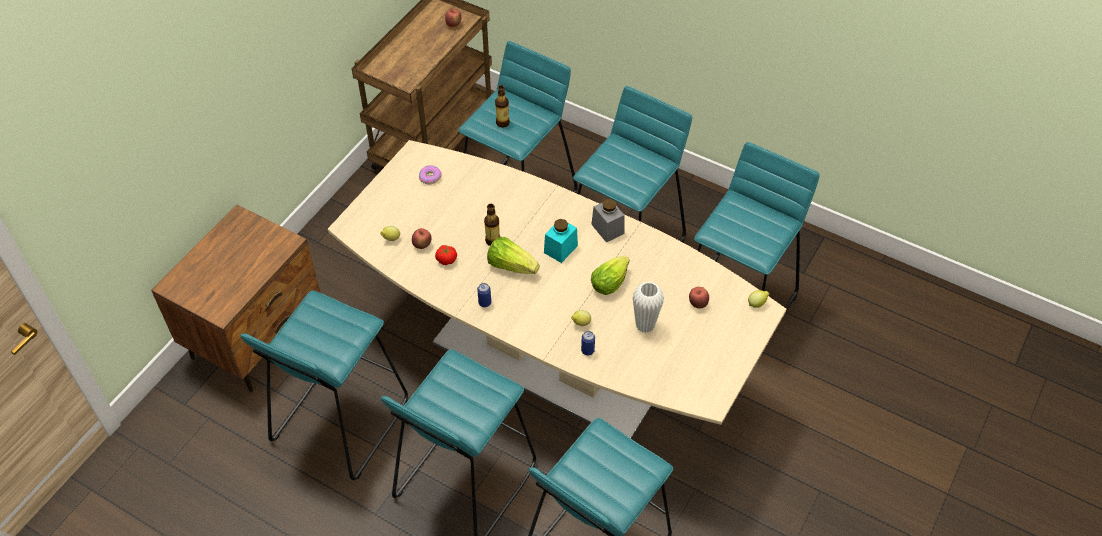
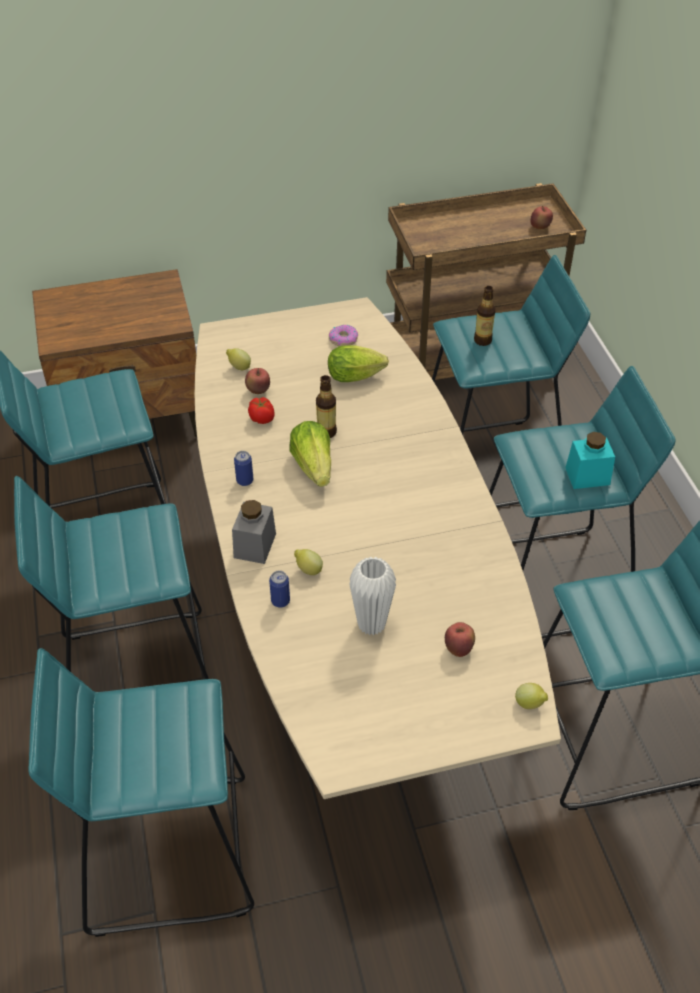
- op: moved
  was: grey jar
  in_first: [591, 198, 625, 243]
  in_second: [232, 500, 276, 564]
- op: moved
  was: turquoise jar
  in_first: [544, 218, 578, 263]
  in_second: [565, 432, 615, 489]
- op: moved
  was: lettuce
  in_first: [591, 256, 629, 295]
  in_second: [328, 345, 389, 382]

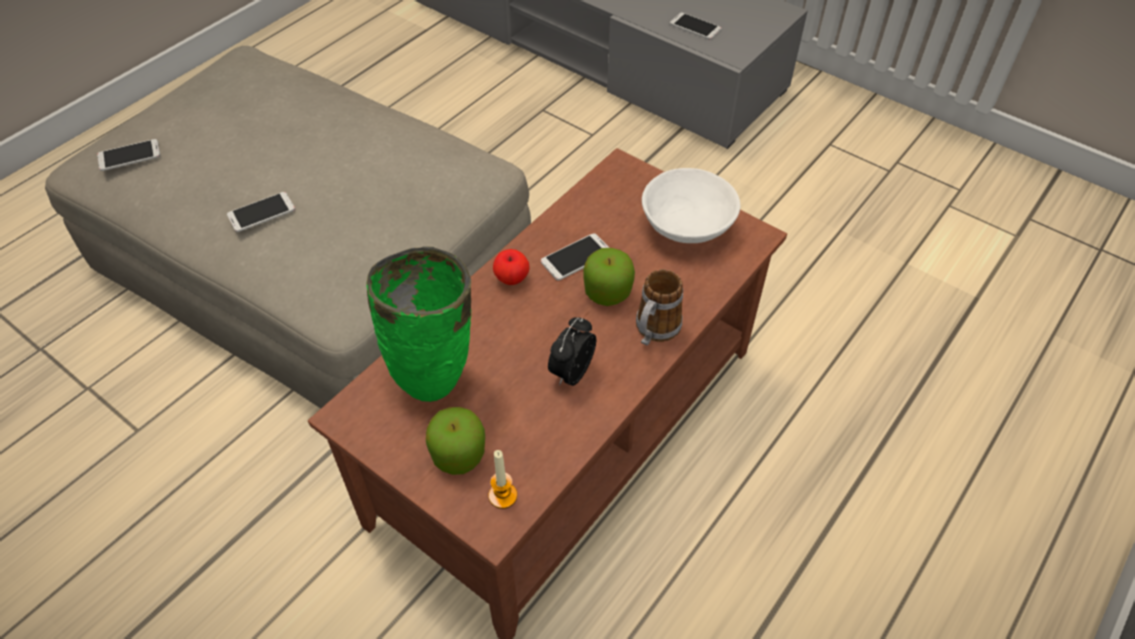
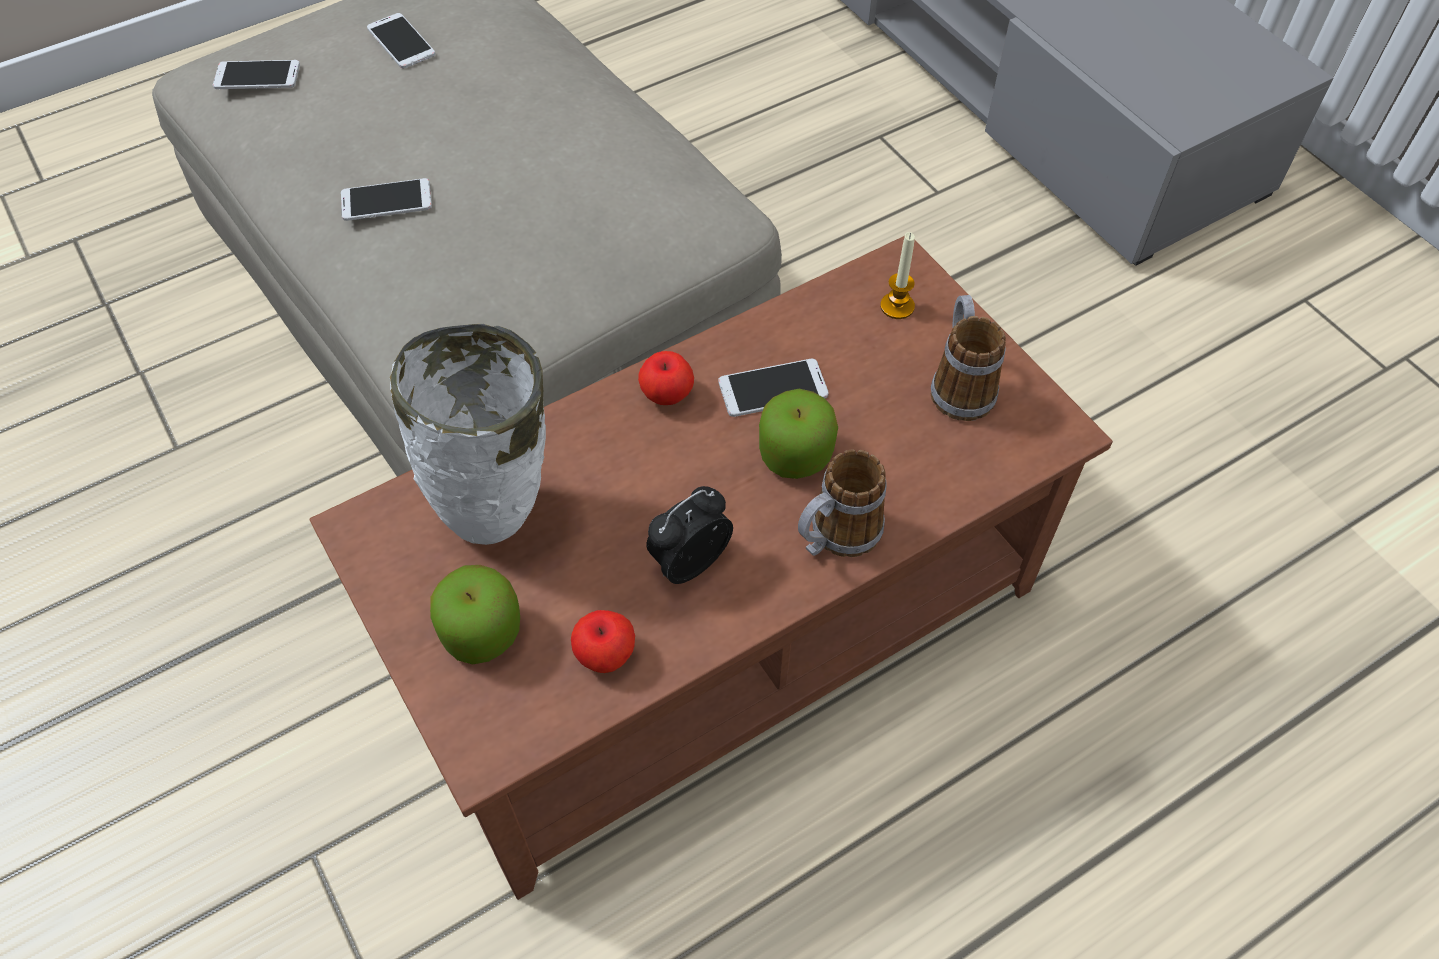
- op: moved
  was: phone
  in_first: [670, 13, 721, 40]
  in_second: [367, 13, 435, 68]
- op: replaced
  was: white bowl
  now: mug
  in_first: [642, 168, 740, 243]
  in_second: [931, 295, 1006, 421]
- op: recoloured
  was: green vase
  now: white vase
  in_first: [366, 246, 471, 402]
  in_second: [390, 324, 546, 545]
- op: moved
  was: candle
  in_first: [489, 450, 517, 509]
  in_second: [880, 232, 915, 319]
- op: added
  now: apple
  in_second: [571, 610, 635, 673]

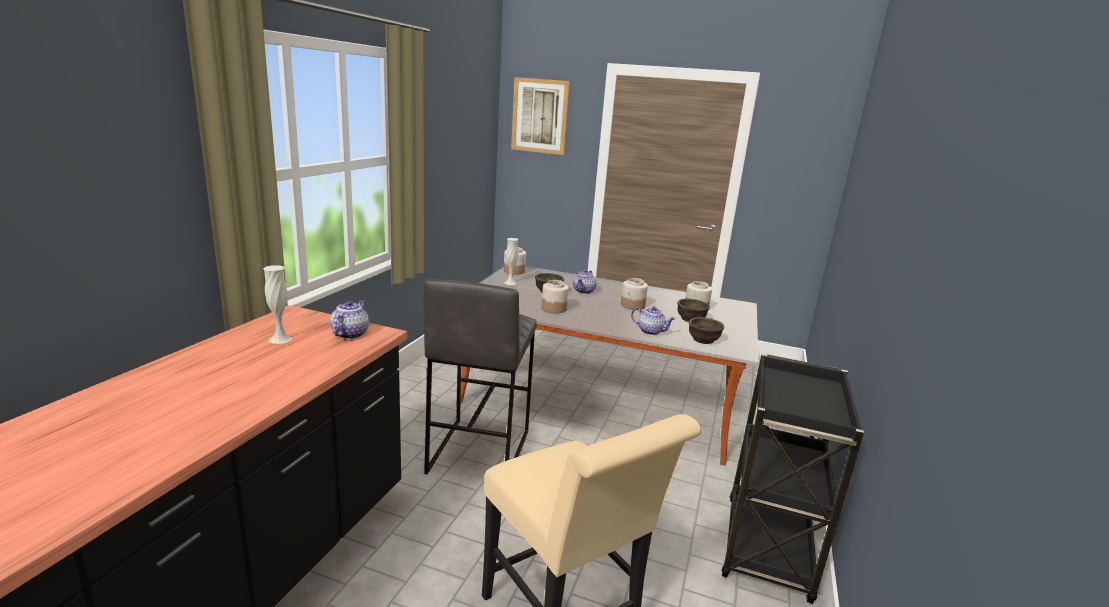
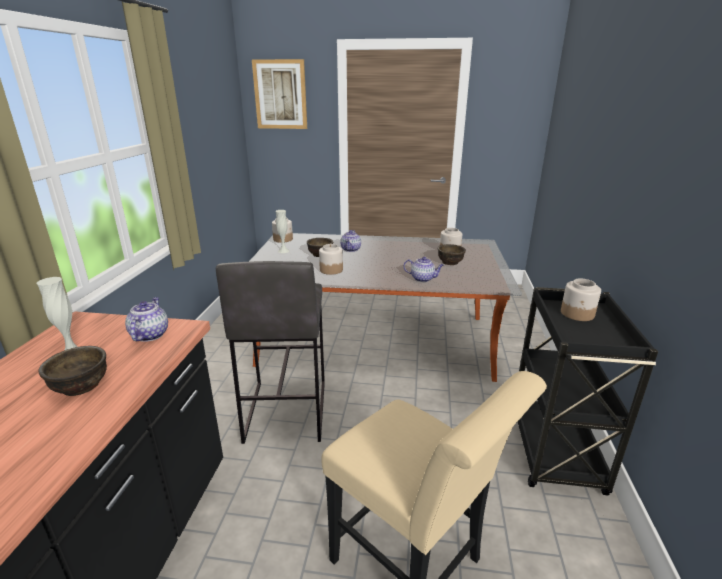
- op: moved
  was: jar
  in_first: [621, 278, 648, 310]
  in_second: [561, 279, 601, 321]
- op: moved
  was: brown bowl
  in_first: [689, 317, 724, 344]
  in_second: [38, 346, 107, 396]

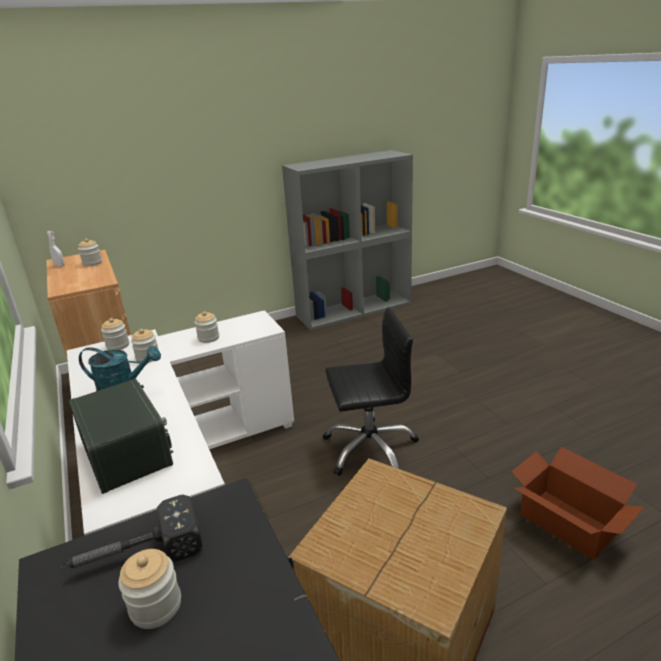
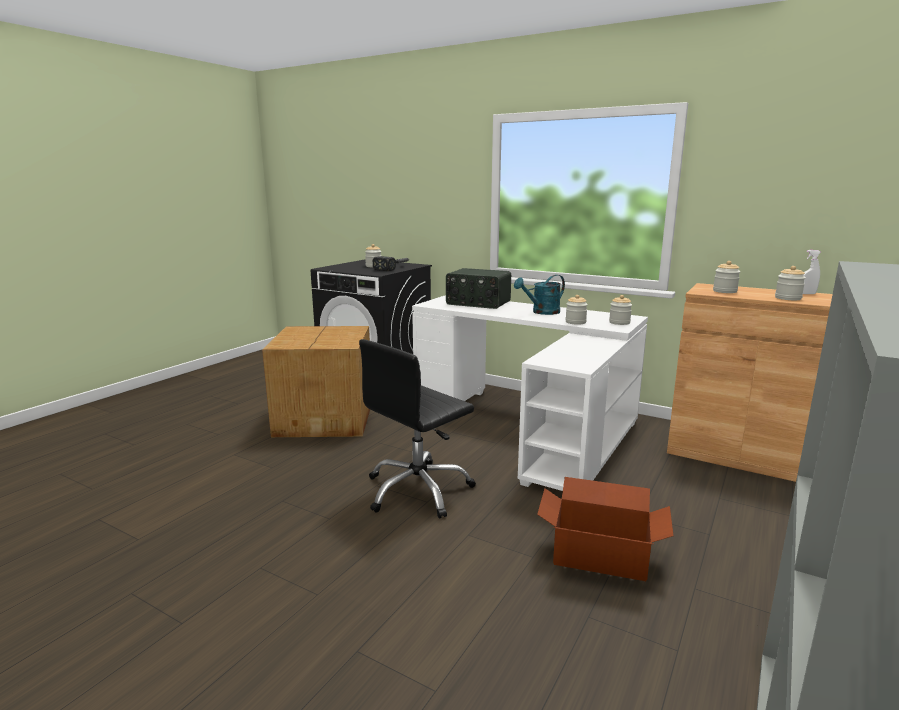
- op: moved
  was: jar
  in_first: [194, 311, 219, 343]
  in_second: [713, 261, 740, 293]
- op: moved
  was: cardboard box
  in_first: [511, 447, 645, 560]
  in_second: [537, 477, 674, 581]

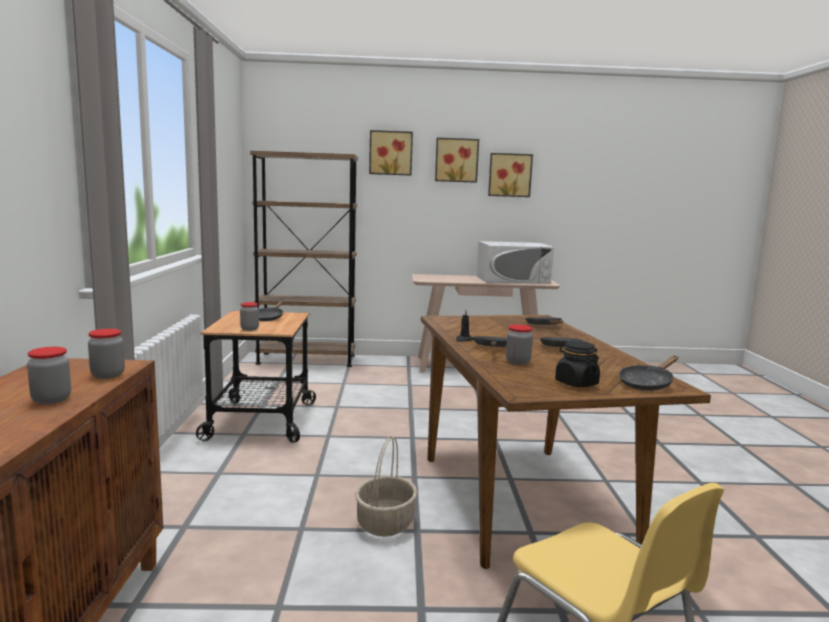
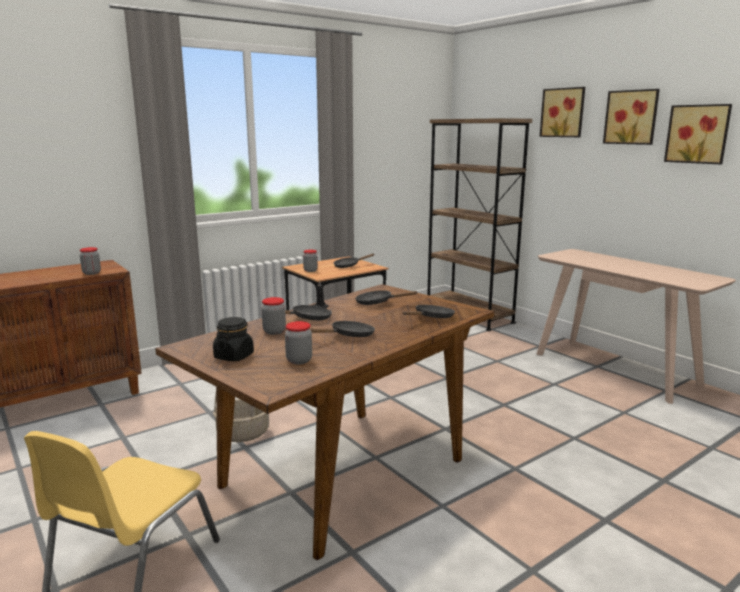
- op: removed
  was: white microwave
  in_first: [477, 241, 554, 284]
- op: moved
  was: jar
  in_first: [27, 347, 71, 404]
  in_second: [285, 321, 312, 365]
- op: moved
  was: black frying pan
  in_first: [619, 356, 678, 391]
  in_second: [355, 290, 417, 305]

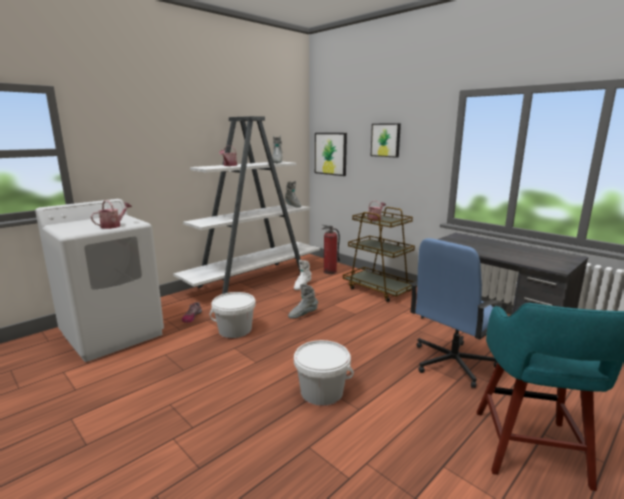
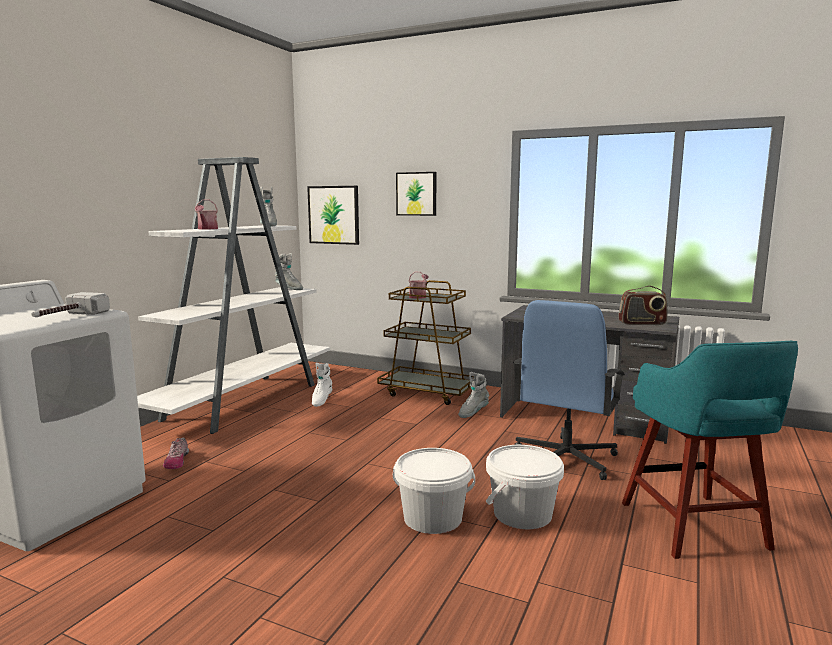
- op: replaced
  was: watering can
  now: hammer
  in_first: [91, 200, 132, 229]
  in_second: [31, 292, 110, 317]
- op: removed
  was: fire extinguisher
  in_first: [322, 225, 340, 274]
- op: moved
  was: grey boot
  in_first: [288, 284, 318, 319]
  in_second: [458, 372, 489, 418]
- op: moved
  was: white bucket
  in_first: [210, 292, 256, 338]
  in_second: [486, 445, 564, 529]
- op: added
  now: radio
  in_second: [618, 286, 667, 325]

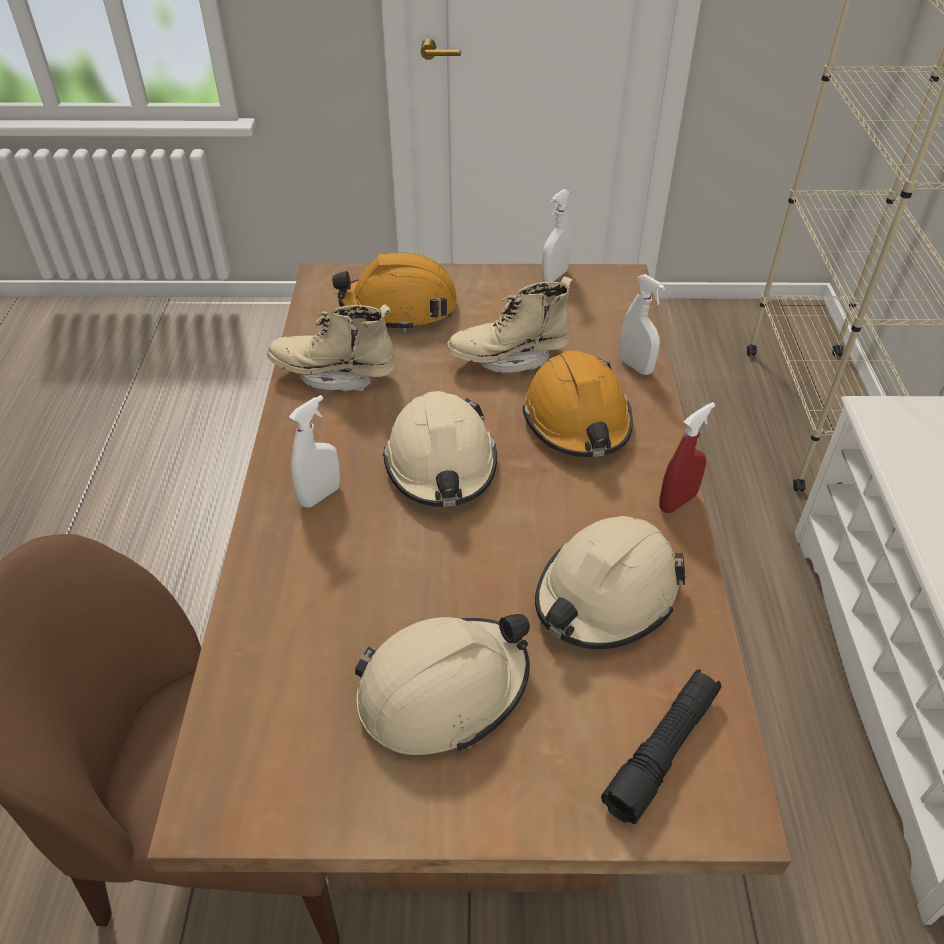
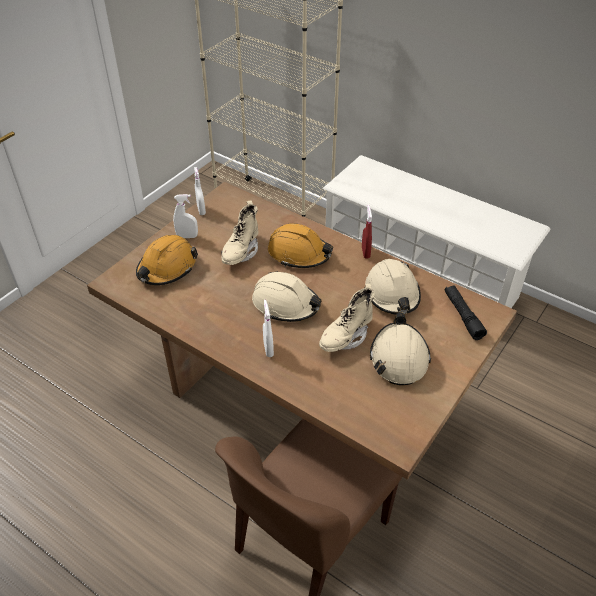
- op: moved
  was: white spray bottle
  in_first: [620, 274, 665, 375]
  in_second: [173, 194, 198, 238]
- op: moved
  was: beige boot
  in_first: [267, 304, 395, 391]
  in_second: [319, 284, 375, 352]

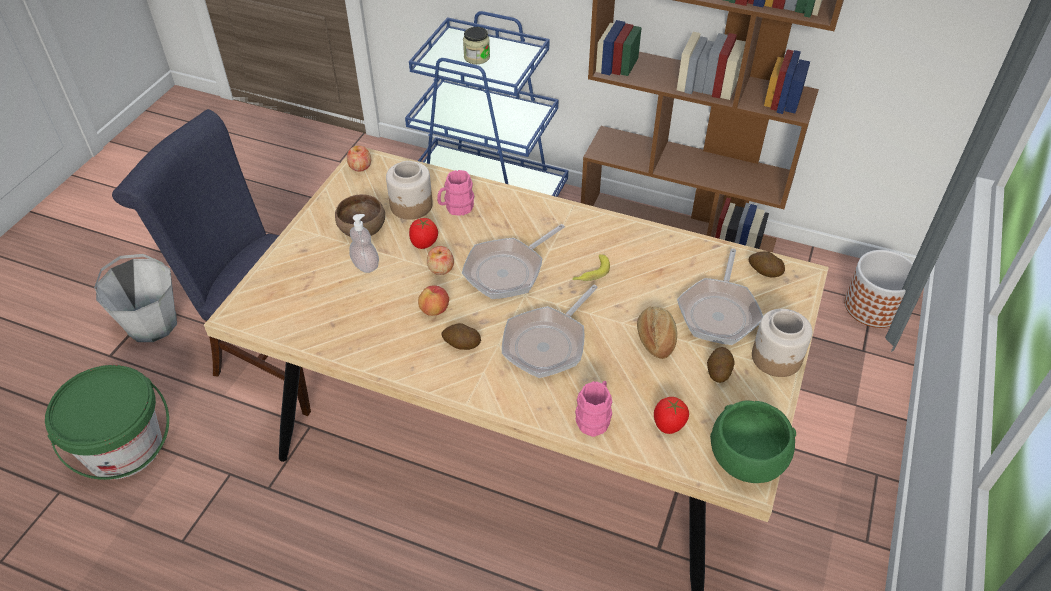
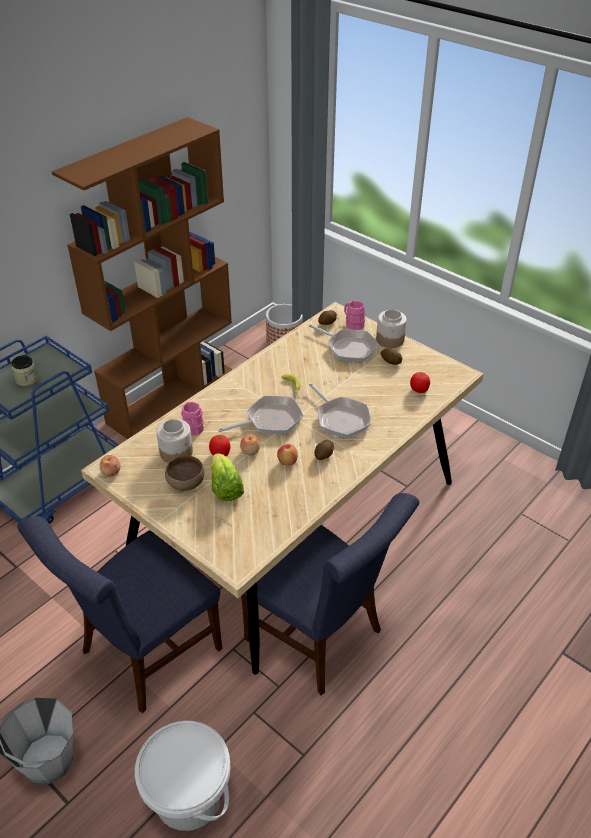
- op: replaced
  was: soap dispenser
  now: lettuce
  in_first: [349, 214, 379, 273]
  in_second: [211, 453, 244, 501]
- op: turned
  was: frying pan
  in_first: [462, 224, 565, 299]
  in_second: [218, 396, 304, 434]
  clockwise: -90
- op: removed
  was: bread
  in_first: [637, 306, 677, 359]
- op: recoloured
  was: green bucket
  now: white bucket
  in_first: [45, 365, 169, 480]
  in_second: [135, 721, 231, 831]
- op: moved
  was: pink mug
  in_first: [575, 381, 612, 437]
  in_second: [344, 301, 365, 330]
- op: removed
  was: green bowl
  in_first: [710, 400, 796, 483]
- op: added
  now: blue chair
  in_second: [241, 493, 419, 695]

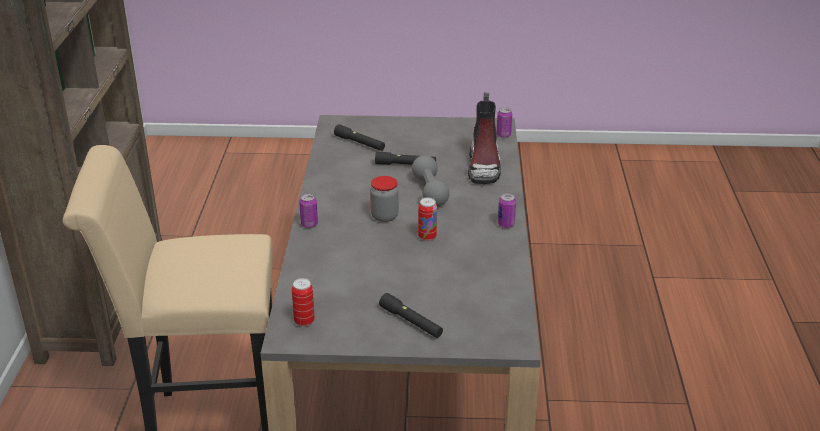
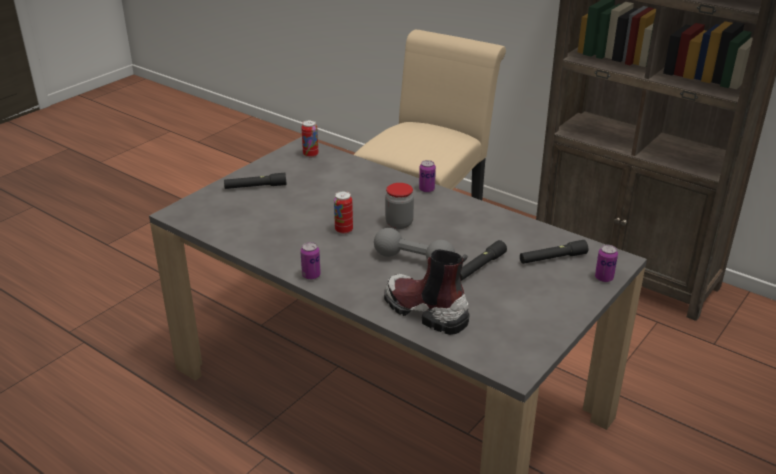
- op: moved
  was: can
  in_first: [496, 107, 512, 138]
  in_second: [595, 245, 618, 282]

